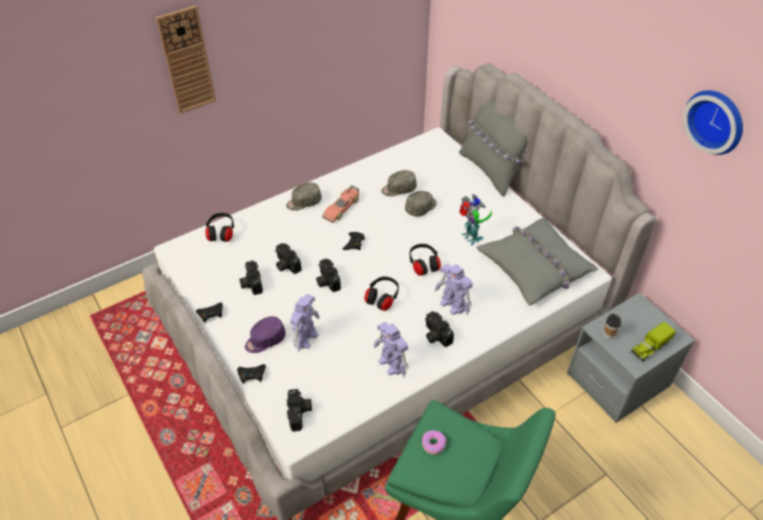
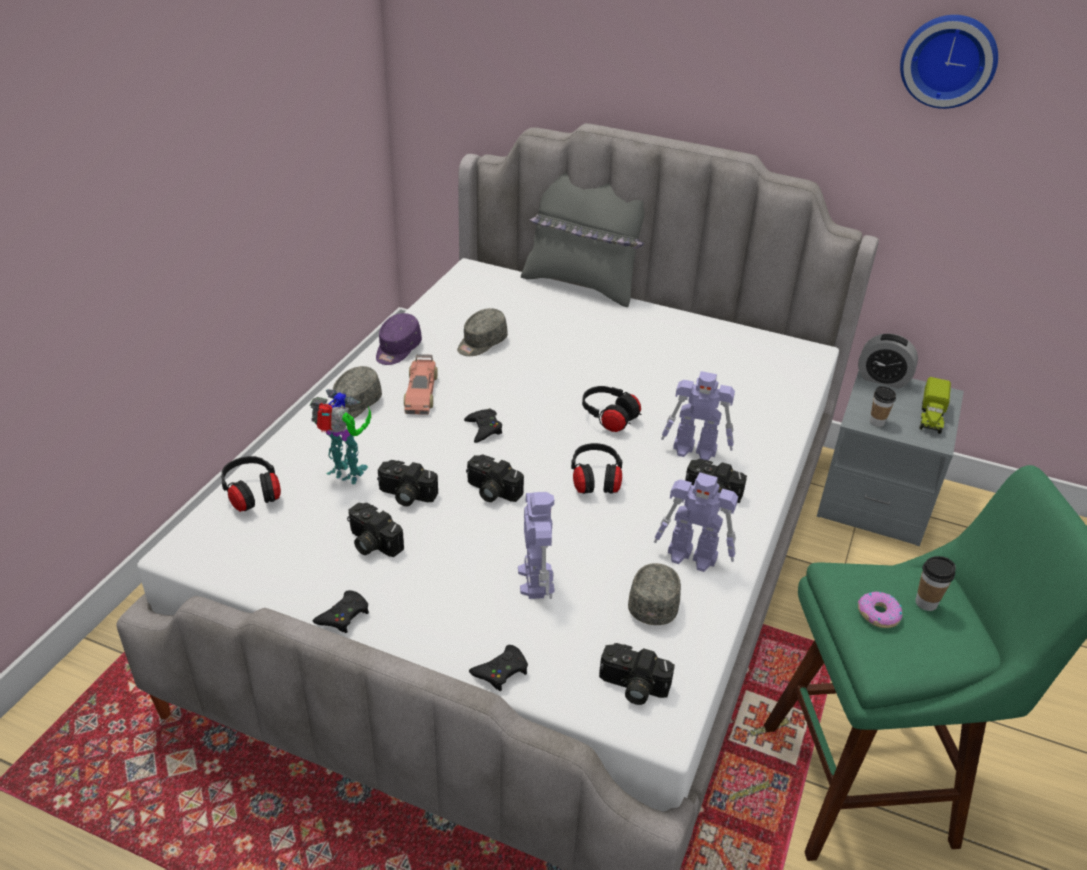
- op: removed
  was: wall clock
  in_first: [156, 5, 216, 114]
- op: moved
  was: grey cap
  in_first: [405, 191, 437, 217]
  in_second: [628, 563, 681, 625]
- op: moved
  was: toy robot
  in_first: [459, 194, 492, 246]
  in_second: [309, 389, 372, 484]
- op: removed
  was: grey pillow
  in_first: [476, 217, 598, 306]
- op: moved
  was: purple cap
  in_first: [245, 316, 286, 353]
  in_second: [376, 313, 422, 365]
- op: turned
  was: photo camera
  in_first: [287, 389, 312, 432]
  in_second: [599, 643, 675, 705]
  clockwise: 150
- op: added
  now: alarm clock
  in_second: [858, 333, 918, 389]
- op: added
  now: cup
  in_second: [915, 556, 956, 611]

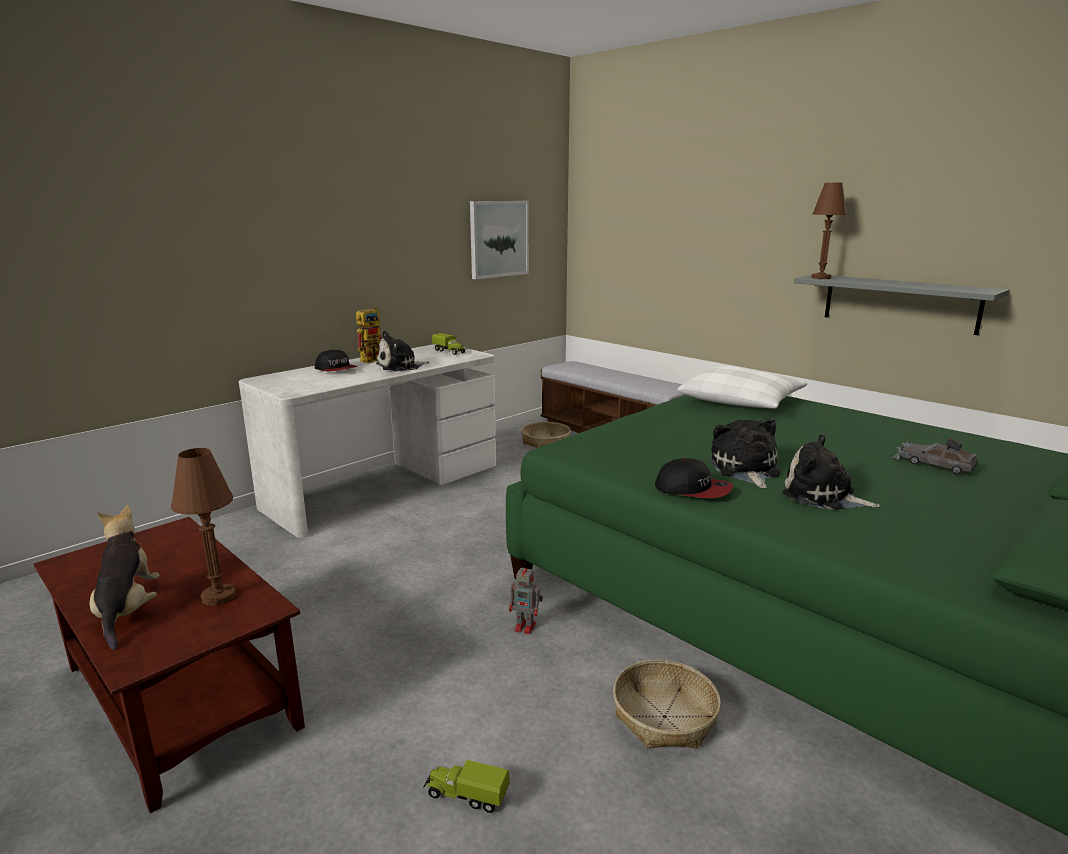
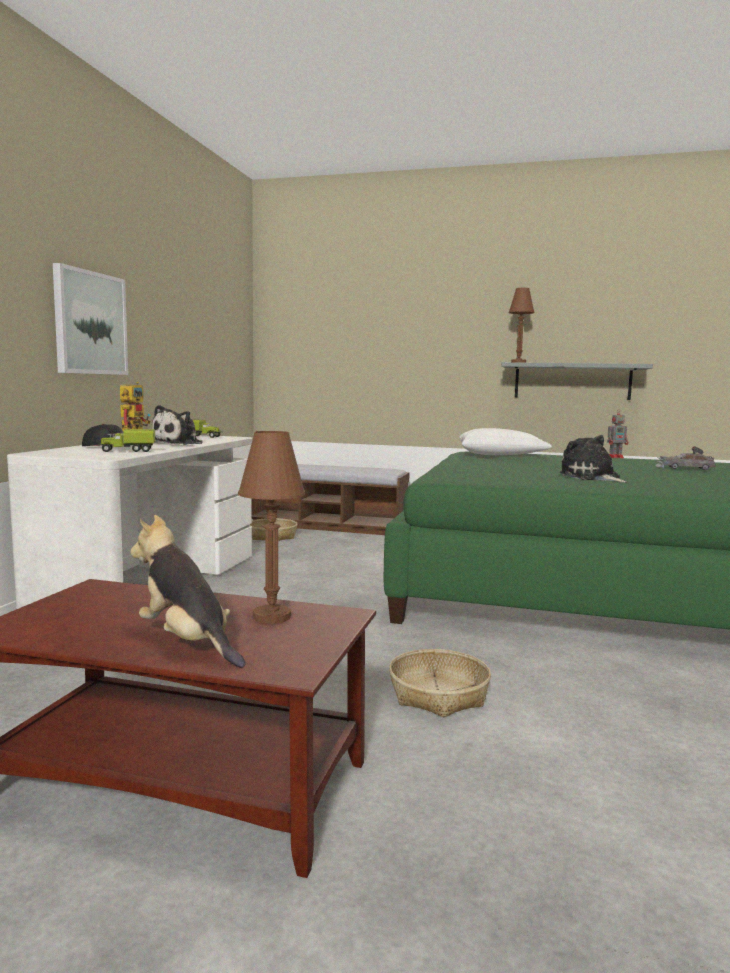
- op: moved
  was: picture
  in_first: [470, 201, 529, 279]
  in_second: [53, 263, 128, 375]
- op: removed
  was: plush toy
  in_first: [782, 434, 880, 510]
- op: removed
  was: cap
  in_first: [655, 458, 733, 498]
- op: moved
  was: toy robot
  in_first: [509, 563, 543, 634]
  in_second: [607, 409, 628, 458]
- op: moved
  was: basket
  in_first: [613, 660, 721, 749]
  in_second: [389, 649, 491, 717]
- op: moved
  was: toy truck
  in_first: [423, 760, 509, 813]
  in_second: [98, 429, 155, 452]

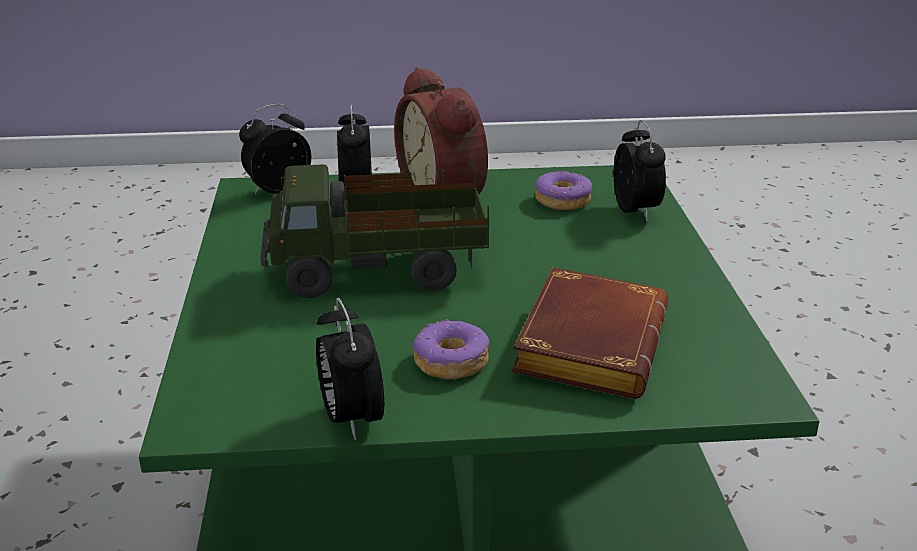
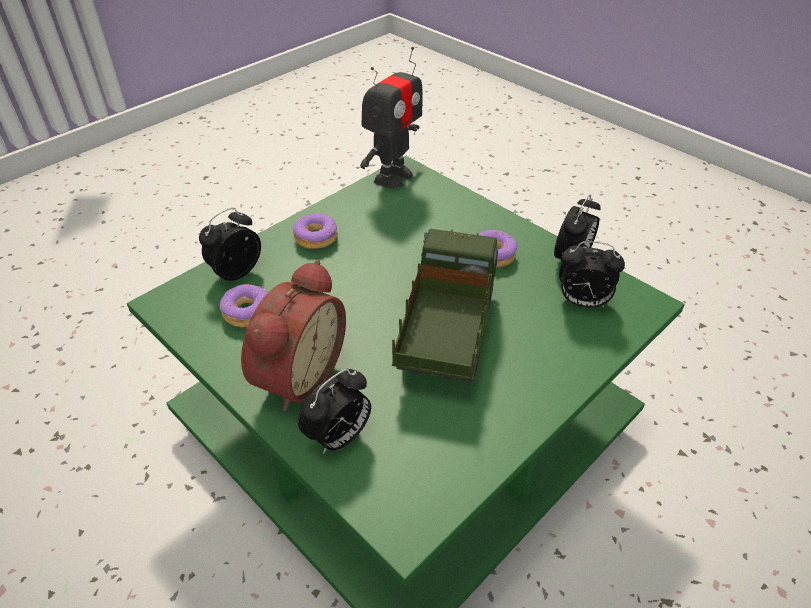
- op: moved
  was: alarm clock
  in_first: [239, 104, 311, 195]
  in_second: [559, 241, 625, 308]
- op: turned
  was: toy truck
  in_first: [261, 164, 489, 298]
  in_second: [392, 229, 498, 383]
  clockwise: -120
- op: removed
  was: brown book
  in_first: [511, 267, 668, 399]
- op: added
  now: toy robot
  in_second: [360, 47, 423, 188]
- op: added
  now: donut
  in_second: [293, 213, 338, 249]

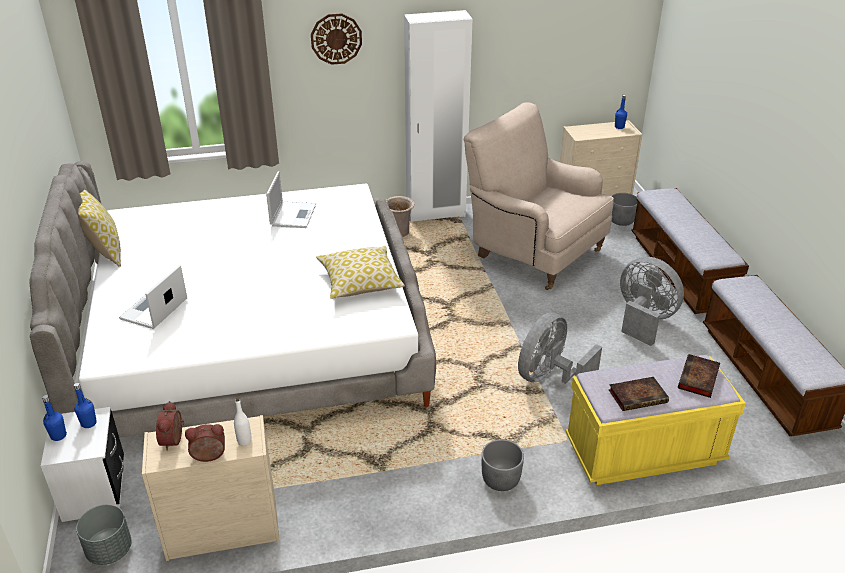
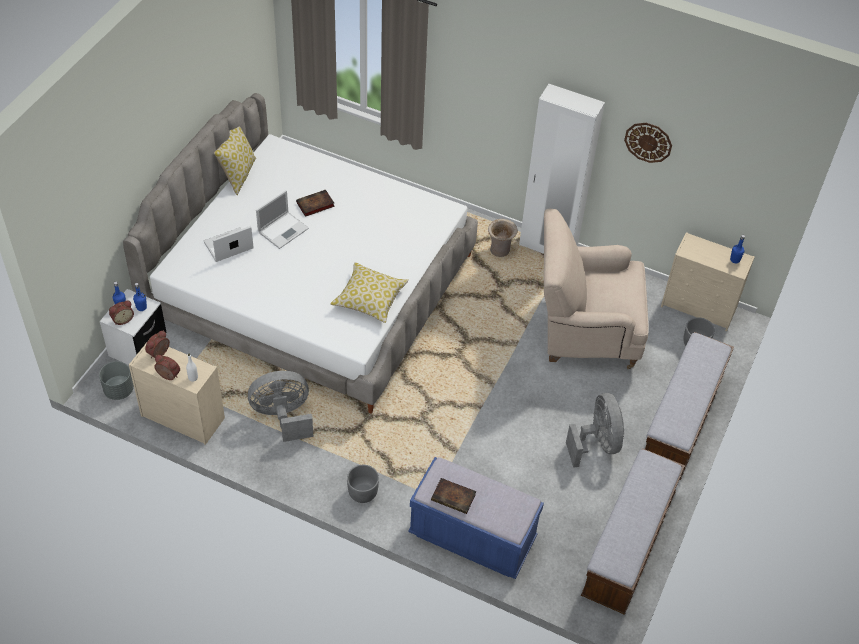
- op: moved
  was: wall clock
  in_first: [311, 13, 362, 65]
  in_second: [624, 123, 672, 163]
- op: turned
  was: beige armchair
  in_first: [464, 102, 614, 290]
  in_second: [544, 209, 649, 369]
  clockwise: -75
- op: moved
  was: laptop
  in_first: [266, 171, 316, 228]
  in_second: [256, 190, 309, 249]
- op: moved
  was: grey fan
  in_first: [518, 312, 602, 384]
  in_second: [248, 371, 313, 442]
- op: moved
  was: book
  in_first: [678, 354, 720, 398]
  in_second: [296, 190, 335, 217]
- op: recoloured
  was: yellow bench
  now: blue bench
  in_first: [565, 355, 746, 485]
  in_second: [408, 457, 544, 579]
- op: added
  now: alarm clock
  in_second: [109, 300, 134, 325]

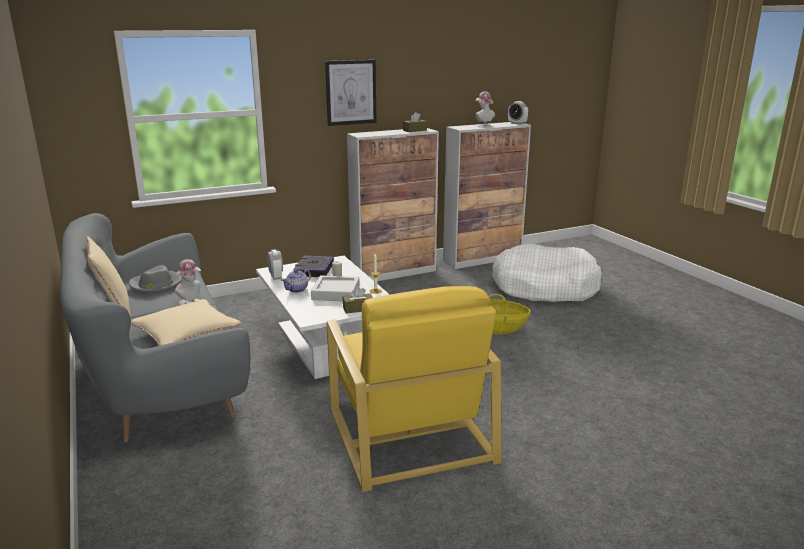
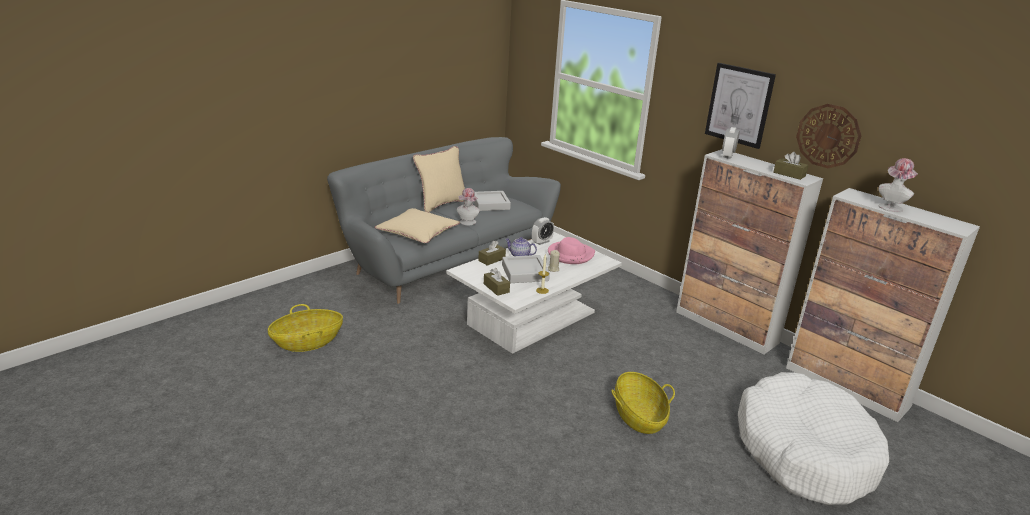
- op: moved
  was: alarm clock
  in_first: [508, 101, 528, 125]
  in_second: [722, 127, 740, 159]
- op: replaced
  was: book
  now: pink hat
  in_first: [293, 255, 334, 277]
  in_second: [548, 237, 595, 264]
- op: replaced
  was: grey hat
  now: grey tray
  in_first: [129, 265, 182, 294]
  in_second: [473, 191, 511, 211]
- op: removed
  was: yellow armchair
  in_first: [327, 286, 502, 492]
- op: added
  now: wall clock
  in_second: [796, 104, 862, 168]
- op: added
  now: brown tissue box
  in_second: [478, 241, 506, 266]
- op: added
  now: basket
  in_second: [268, 304, 343, 352]

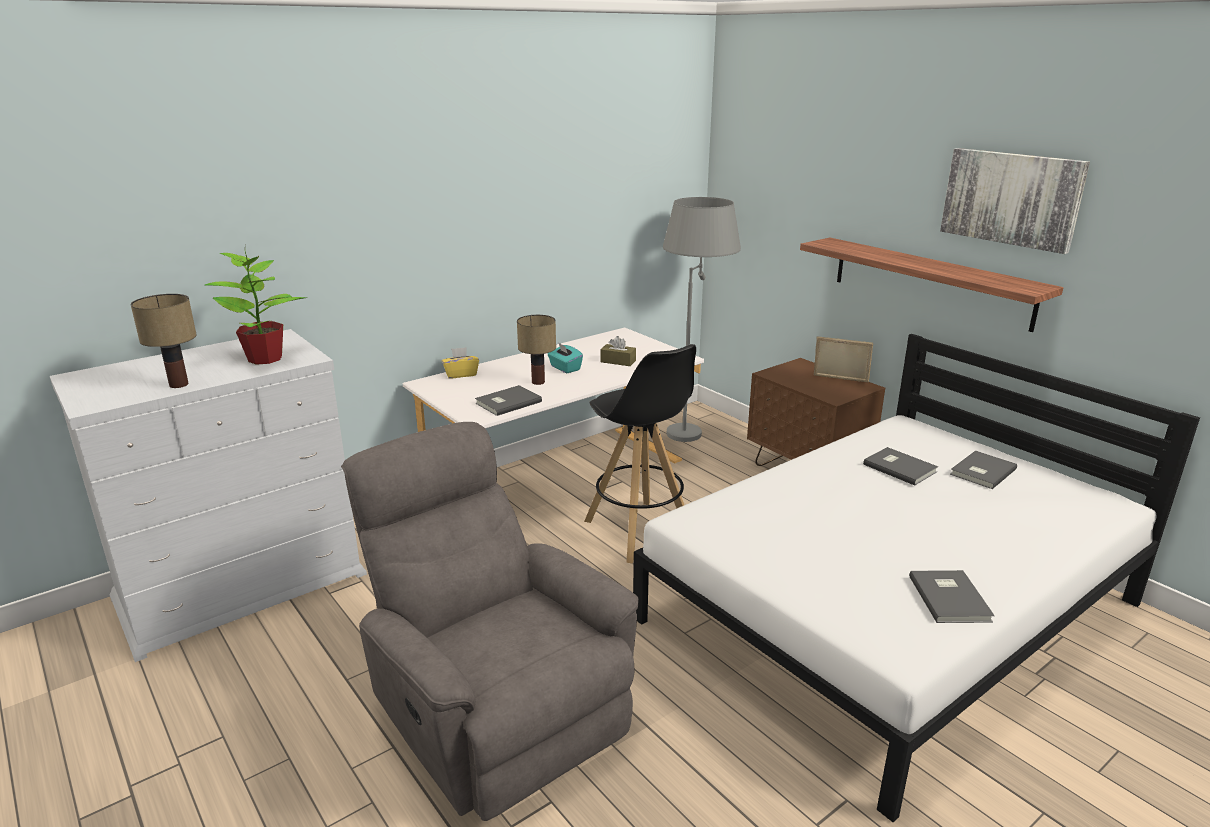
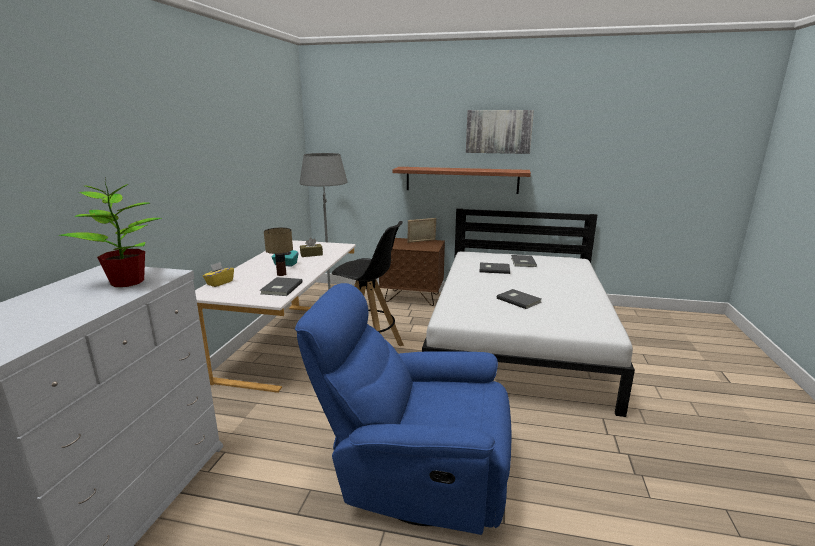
- op: removed
  was: table lamp
  in_first: [131, 294, 197, 388]
- op: recoloured
  was: grey armchair
  now: blue armchair
  in_first: [341, 422, 639, 821]
  in_second: [295, 283, 511, 535]
- op: moved
  was: grey book
  in_first: [909, 570, 995, 623]
  in_second: [497, 289, 541, 309]

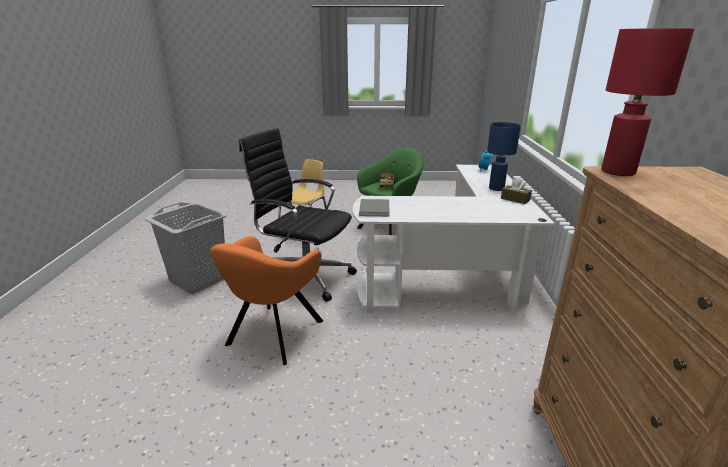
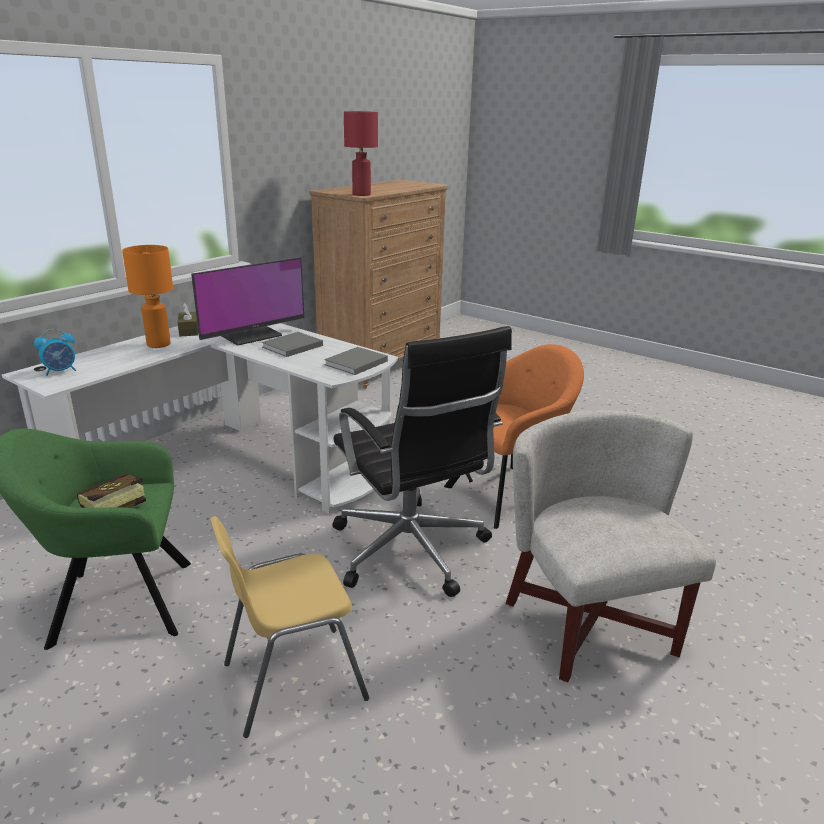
- op: recoloured
  was: blue table lamp
  now: orange table lamp
  in_first: [487, 122, 521, 191]
  in_second: [122, 245, 173, 348]
- op: replaced
  was: grey laundry basket
  now: white armchair
  in_first: [145, 202, 228, 294]
  in_second: [506, 410, 716, 682]
- op: added
  now: monitor
  in_second: [191, 257, 304, 346]
- op: added
  now: grey book
  in_second: [262, 332, 323, 357]

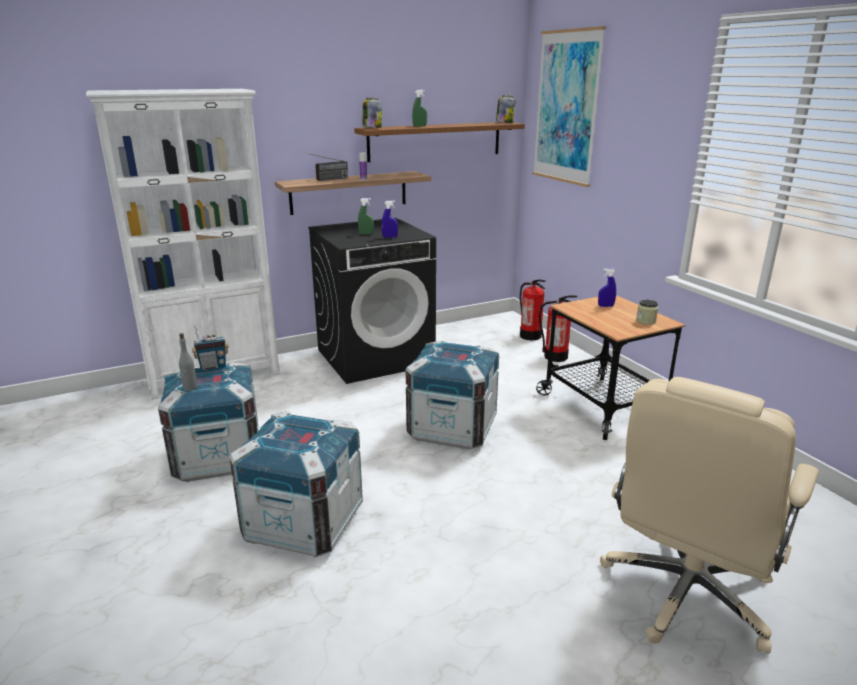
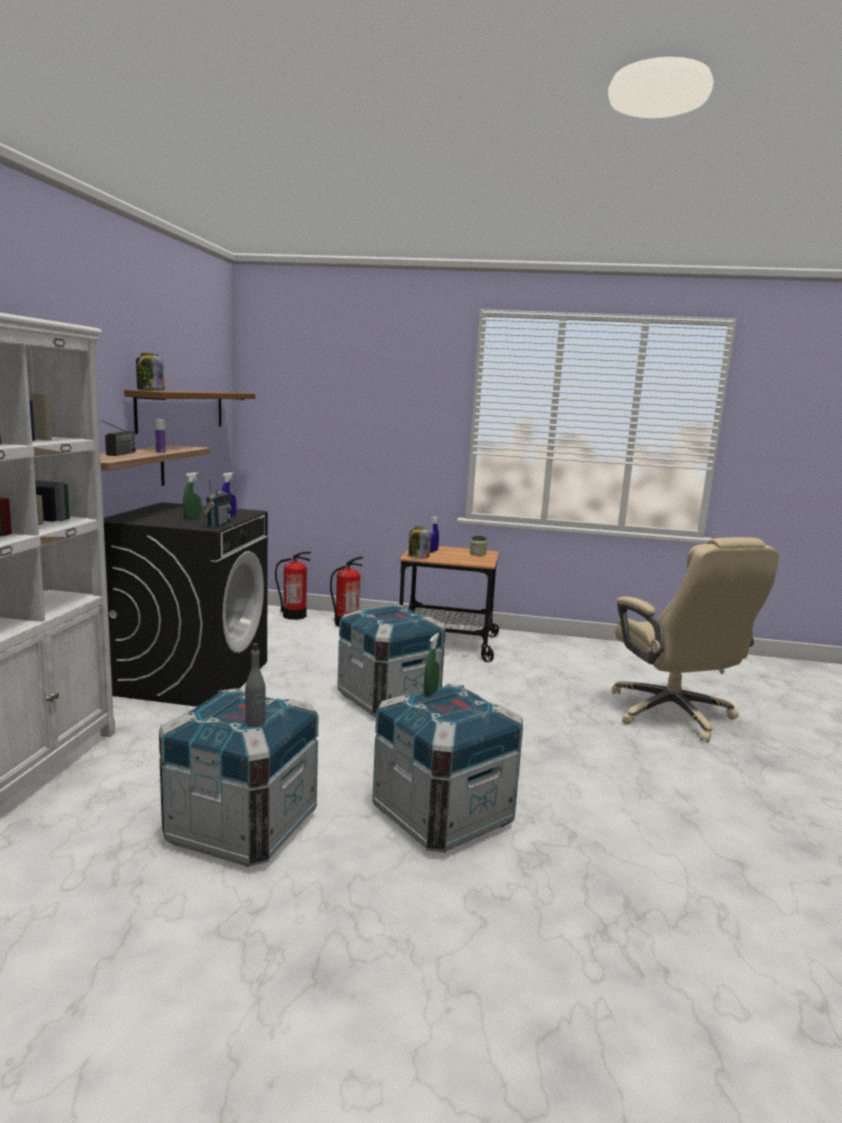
- op: removed
  was: picture
  in_first: [532, 26, 606, 187]
- op: moved
  was: green spray bottle
  in_first: [412, 90, 427, 127]
  in_second: [424, 633, 440, 696]
- op: moved
  was: jar
  in_first: [496, 95, 516, 123]
  in_second: [408, 526, 431, 558]
- op: moved
  was: radio
  in_first: [192, 326, 229, 371]
  in_second: [203, 478, 232, 527]

